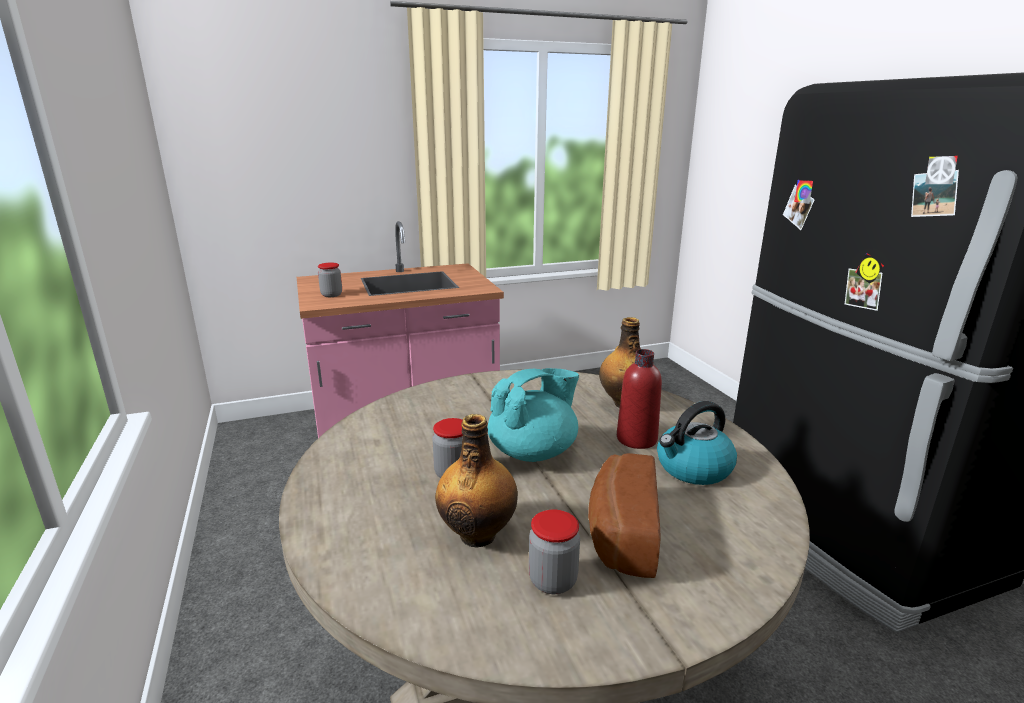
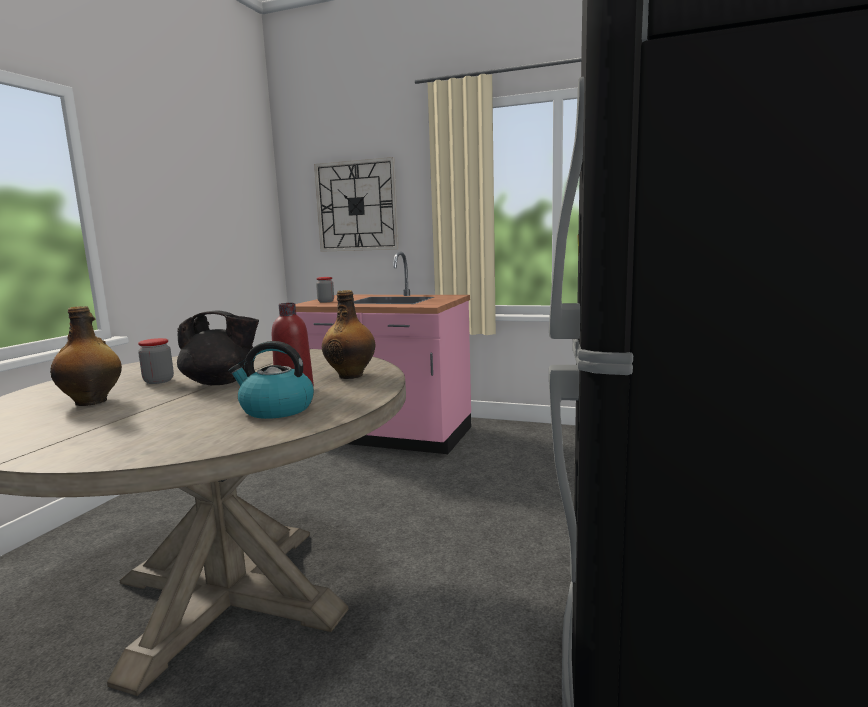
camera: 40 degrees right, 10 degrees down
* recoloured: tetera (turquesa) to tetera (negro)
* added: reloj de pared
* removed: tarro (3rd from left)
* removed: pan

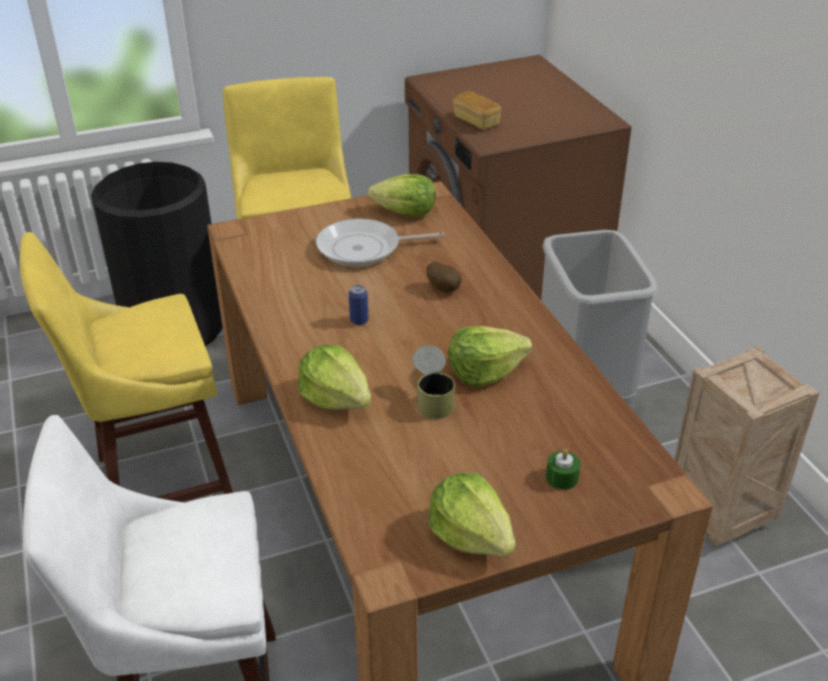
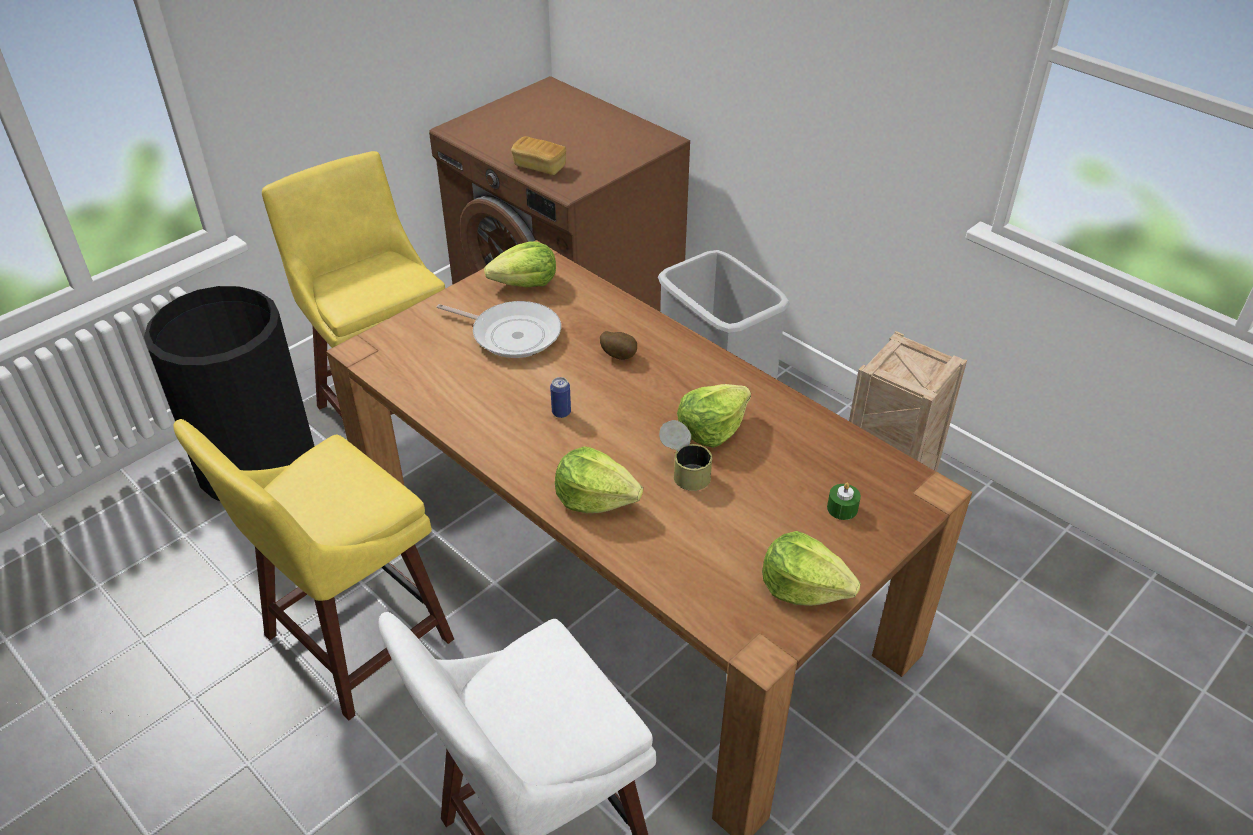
camera: 25 degrees left, 5 degrees up
* turned: sartén 120 degrees counterclockwise

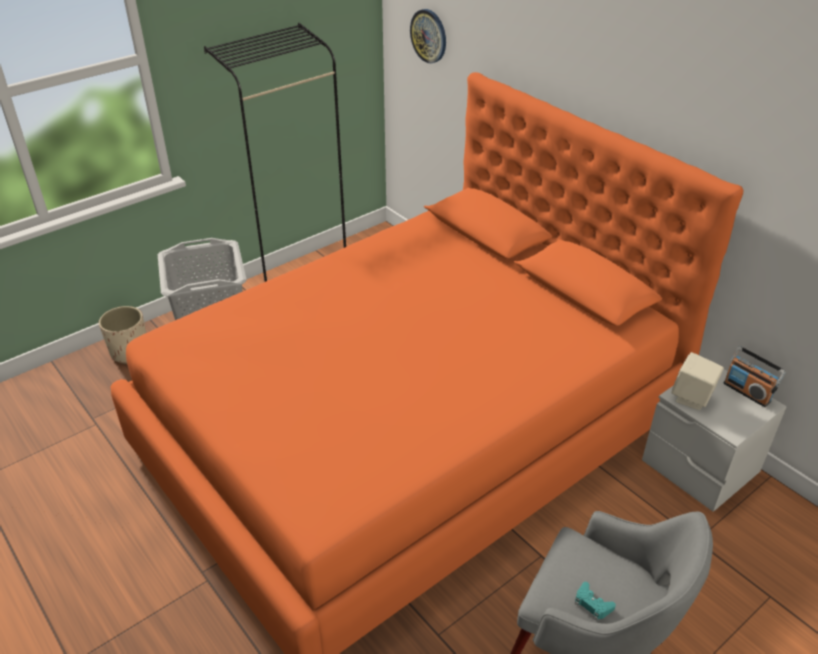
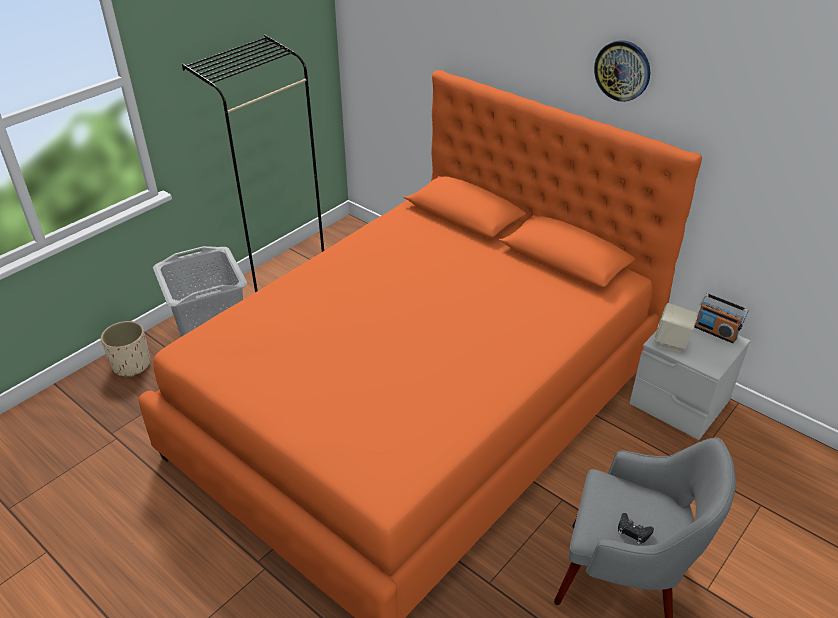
camera: 10 degrees left, 0 degrees up
* moved: reloj de pared
* recoloured: mando de consola (turquesa) to mando de consola (negro)

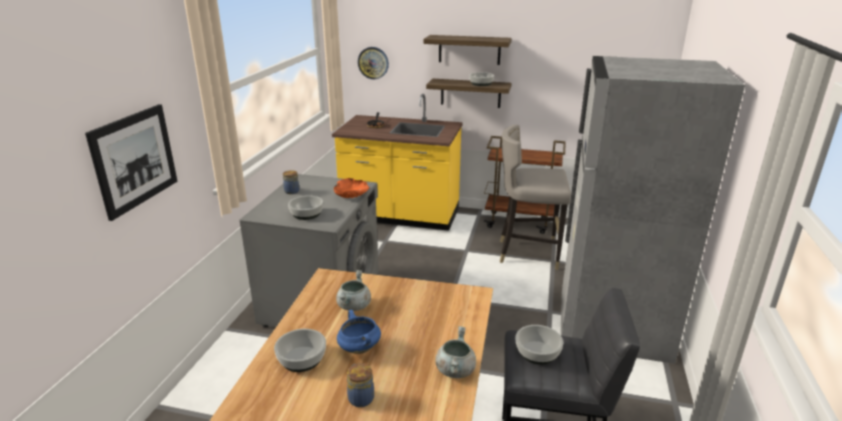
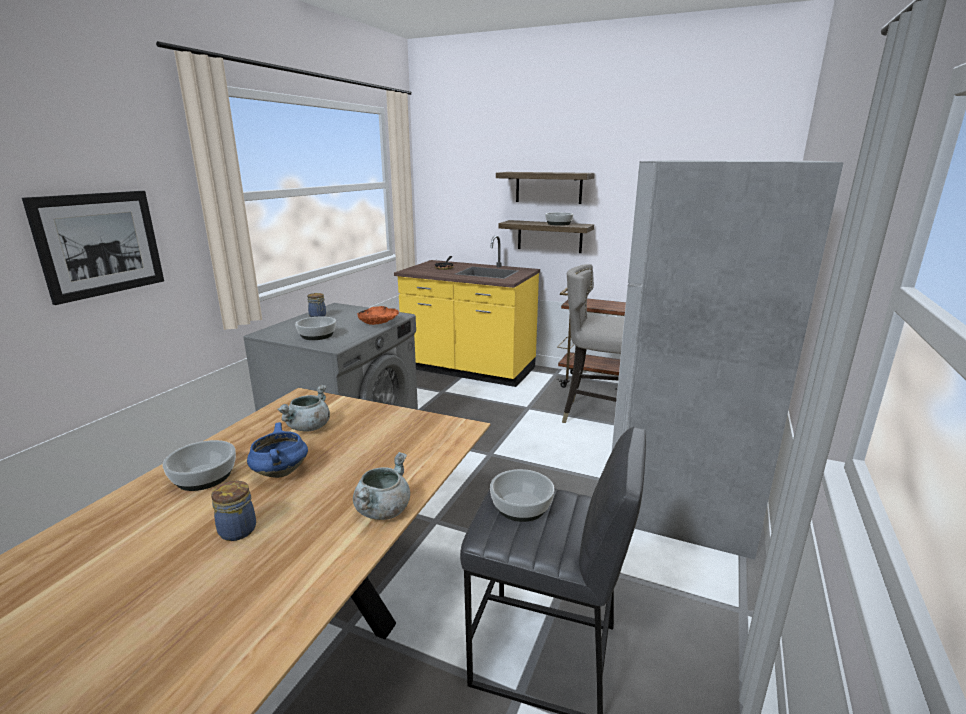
camera: 10 degrees right, 5 degrees down
* removed: reloj de pared

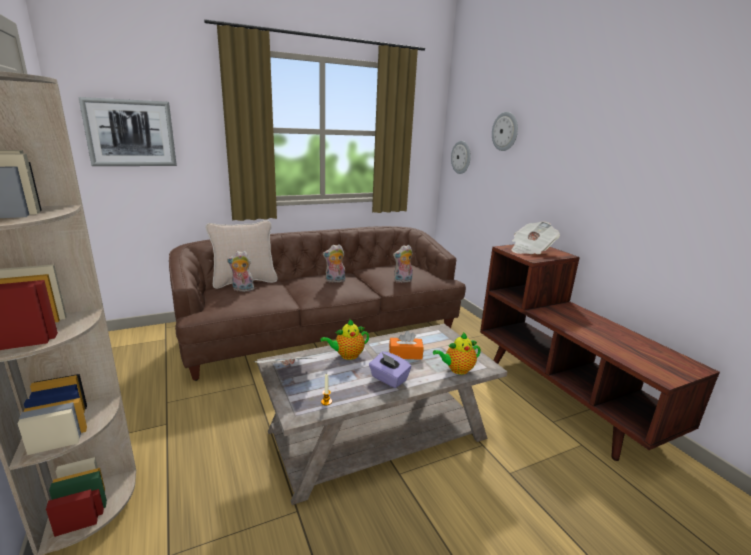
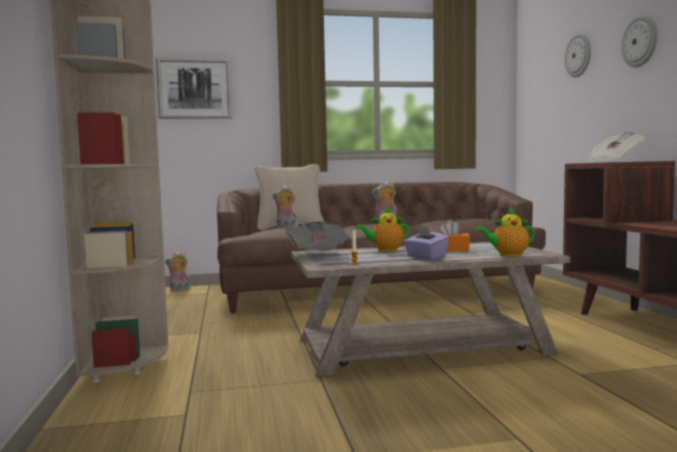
camera: 15 degrees right, 15 degrees down
* moved: peluche (3rd from left in the first image) to peluche (1st from left)
* moved: reloj de pared (1st from left in the first image) to reloj de pared (2nd from left)

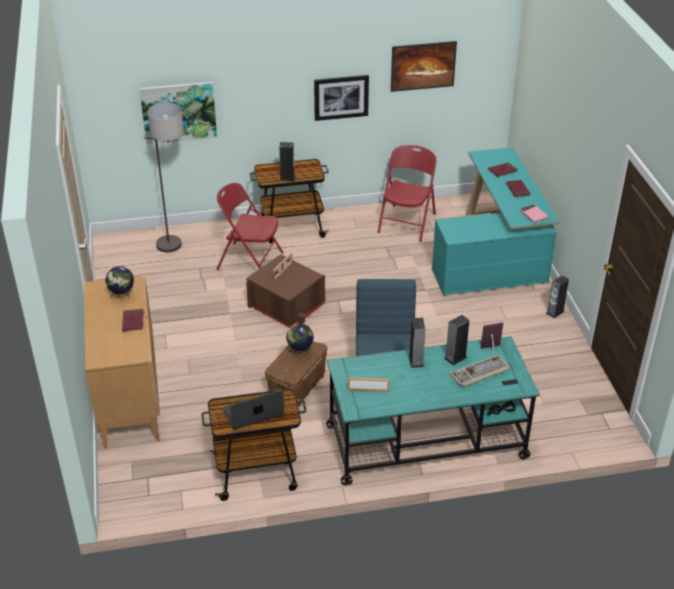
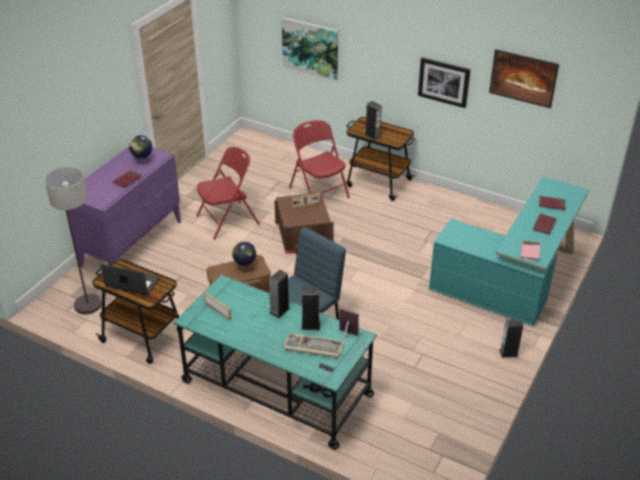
camera: 40 degrees right, 0 degrees up
* moved: lámpara de pie (gris)
* recoloured: armario (marrón) to armario (morado)
* moved: silla (rojo) (2nd from left in the first image) to silla (rojo) (1st from left)

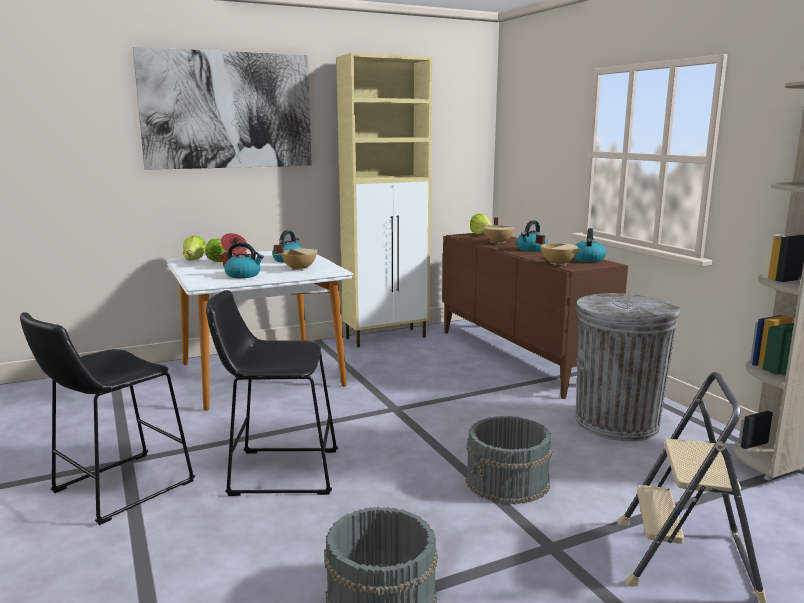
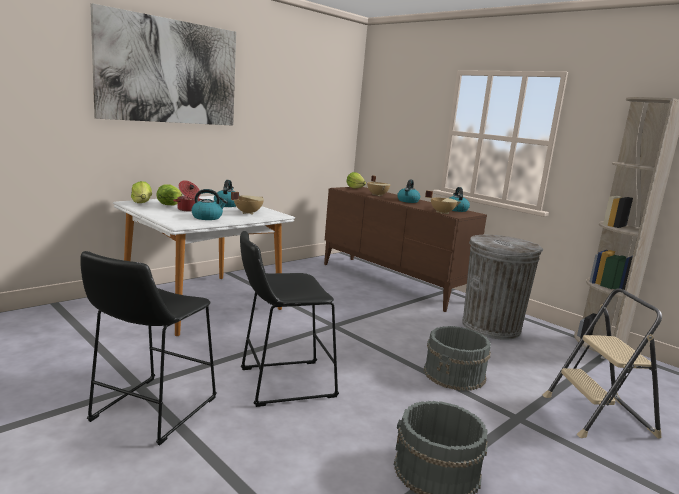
camera: 20 degrees left, 0 degrees up
* removed: armario (beis)

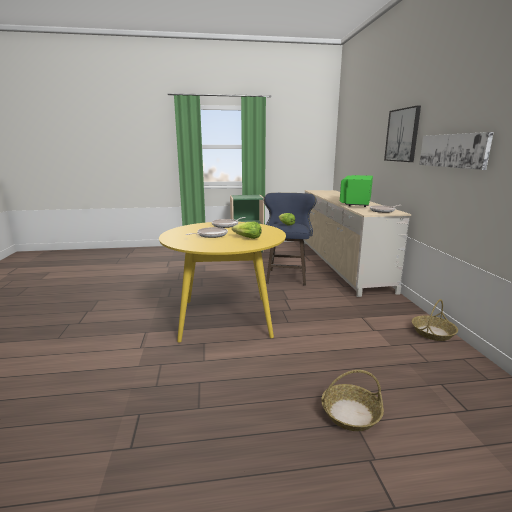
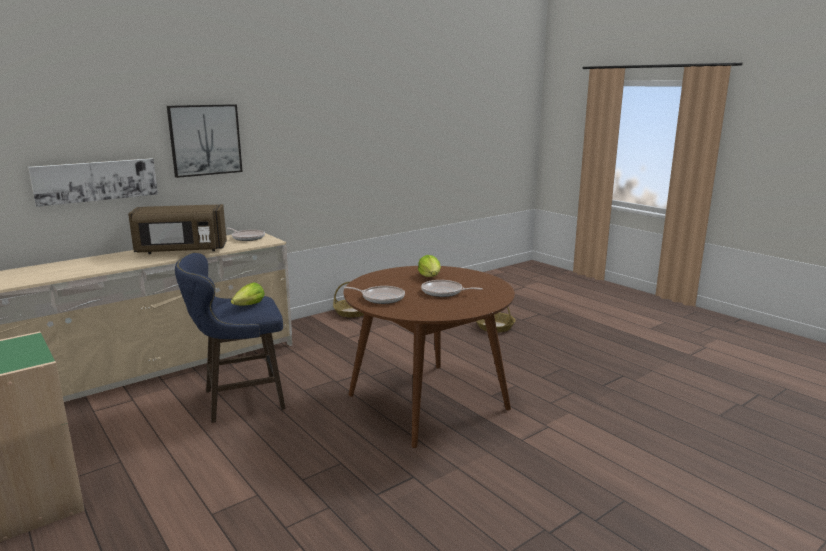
camera: 120 degrees left, 0 degrees up
* moved: cuadro (2nd from left in the first image) to cuadro (1st from left)
* recoloured: microondas (verde) to microondas (marrón)
* recoloured: mesa de comedor (amarillo) to mesa de comedor (marrón)

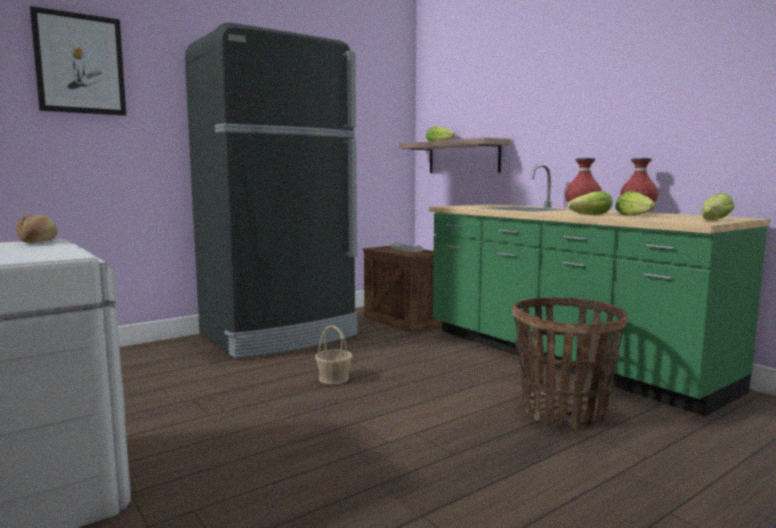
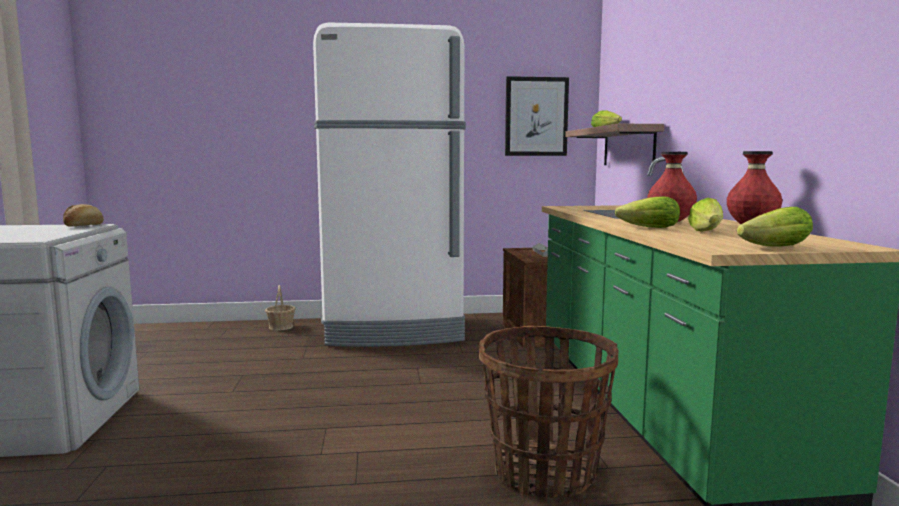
camera: 30 degrees right, 0 degrees up
* moved: cesta (1st from left)
* recoloured: nevera (negro) to nevera (blanco)
* moved: cuadro

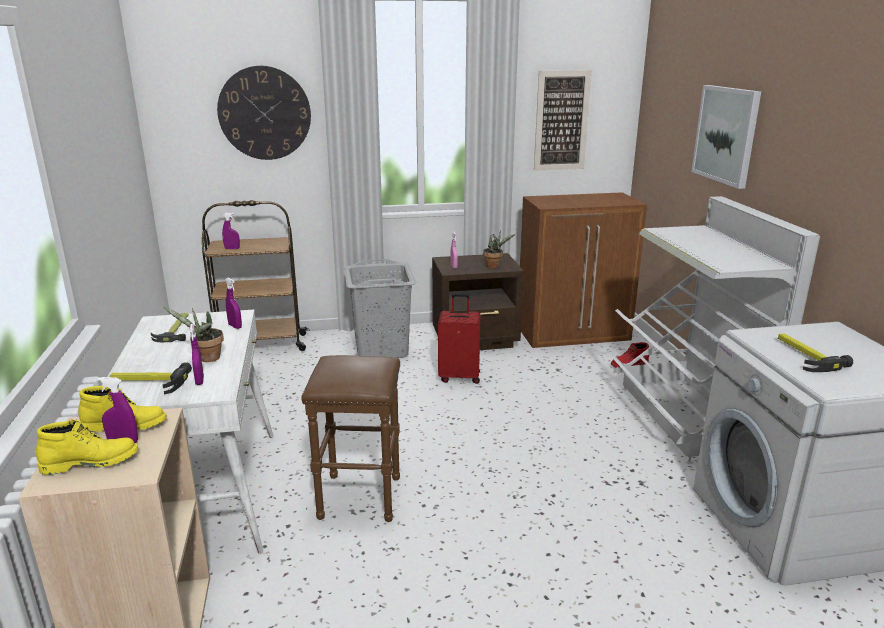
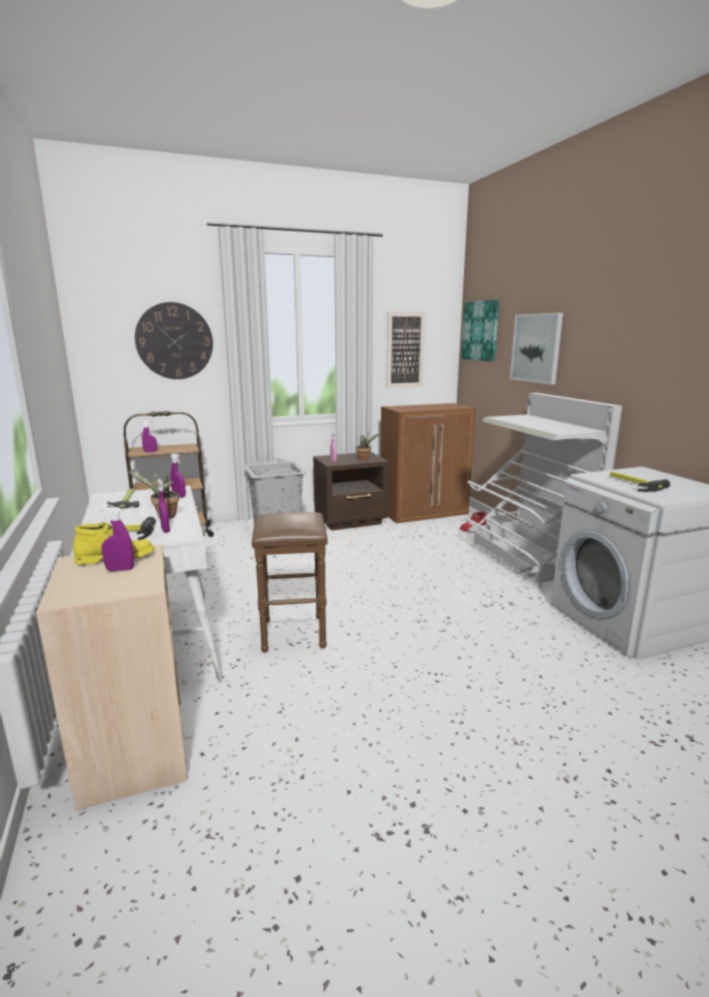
camera: 10 degrees left, 5 degrees down
* added: cuadro (2nd from left)
* removed: bota (amarillo) (1st from left)
* removed: maleta (rojo)

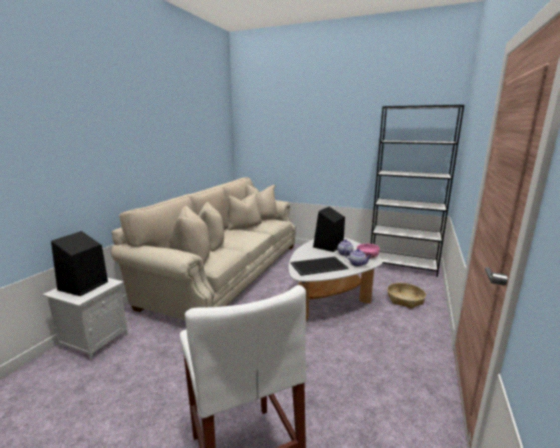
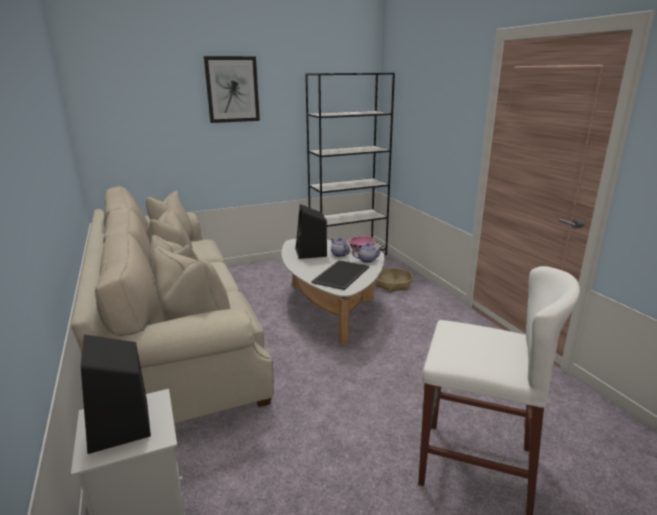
camera: 45 degrees left, 5 degrees up
* added: cuadro

